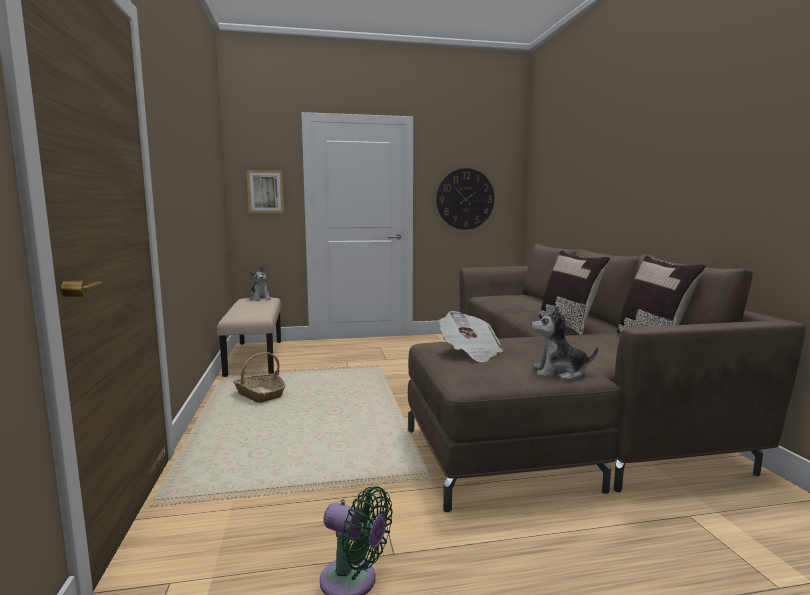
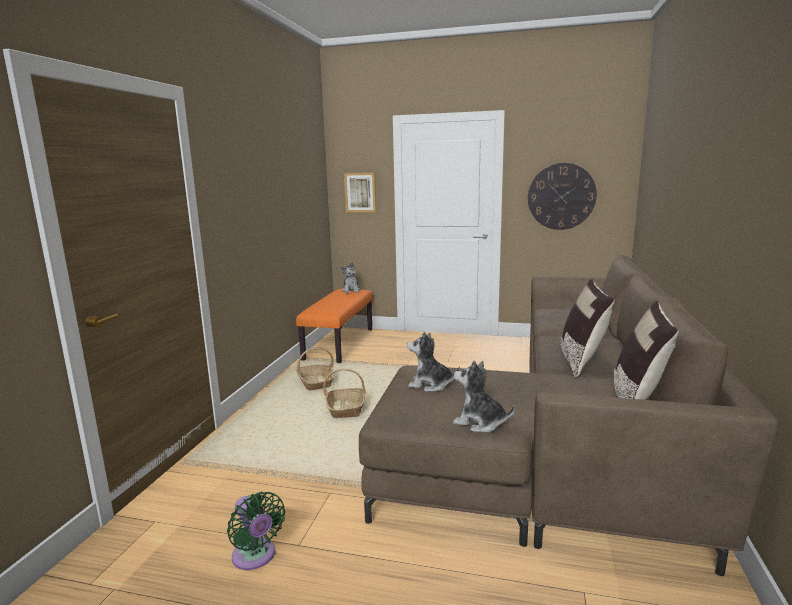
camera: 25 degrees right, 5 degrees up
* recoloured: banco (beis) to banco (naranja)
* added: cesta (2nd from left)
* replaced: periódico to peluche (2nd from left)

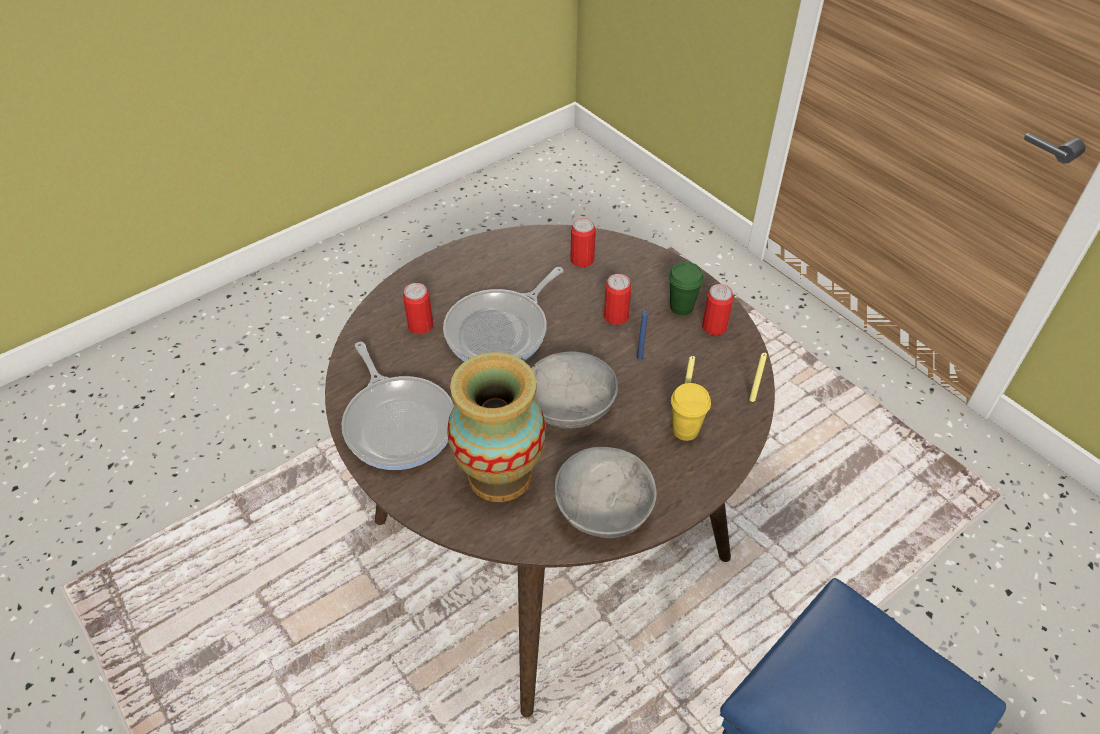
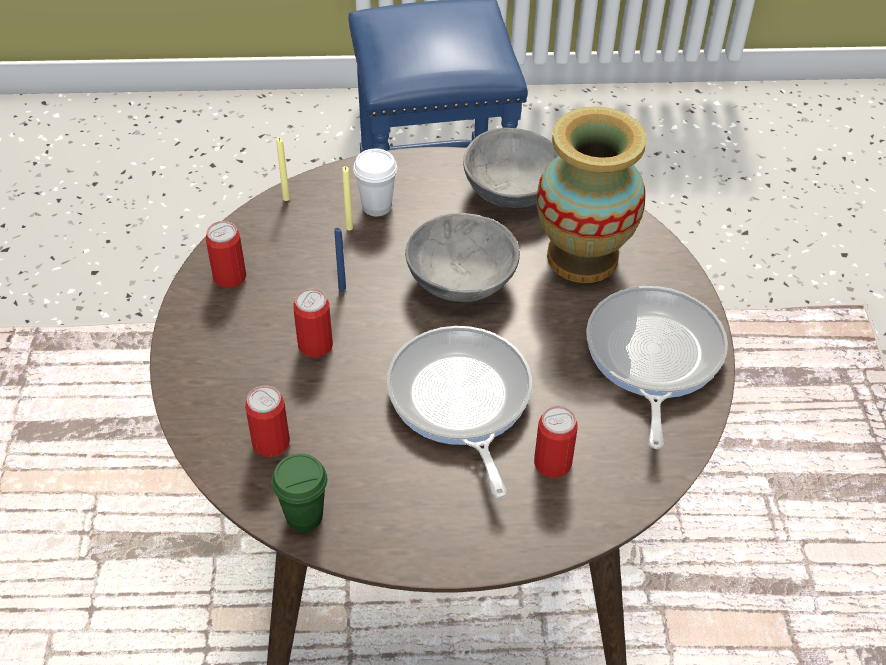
camera: 145 degrees left, 0 degrees up
* moved: taza (verde)
* recoloured: taza (amarillo) to taza (blanco)
* turned: sartén (2nd from left in the first image) 90 degrees counterclockwise

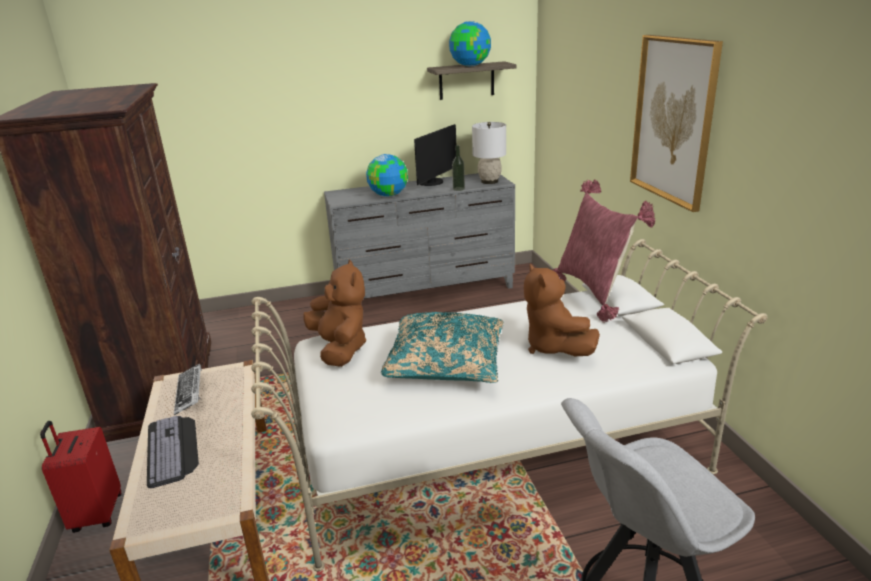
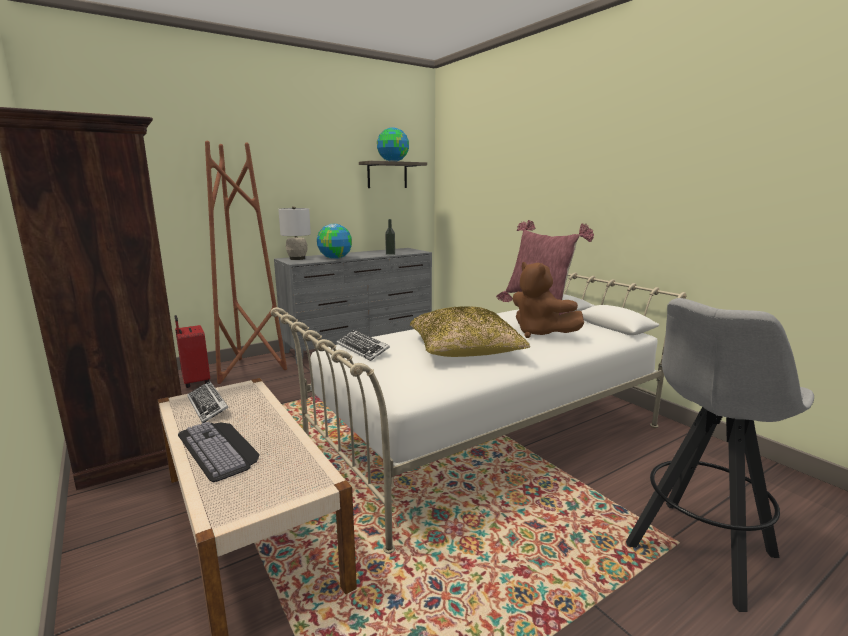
camera: 20 degrees left, 10 degrees down
* moved: maleta (rojo)
* added: perchero (marrón)
* moved: lámpara de mesa (blanco)
* replaced: peluche (marrón) (1st from left) to teclado (3rd from left)
* recoloured: cojín (turquesa) to cojín (amarillo)
* removed: monitor
* removed: cuadro

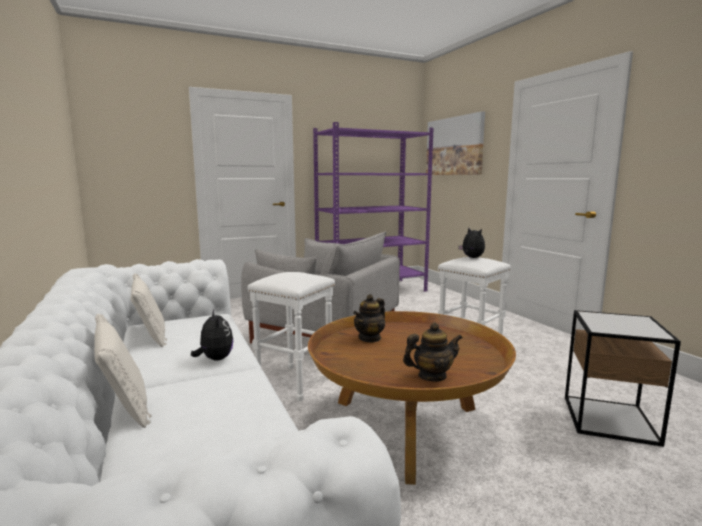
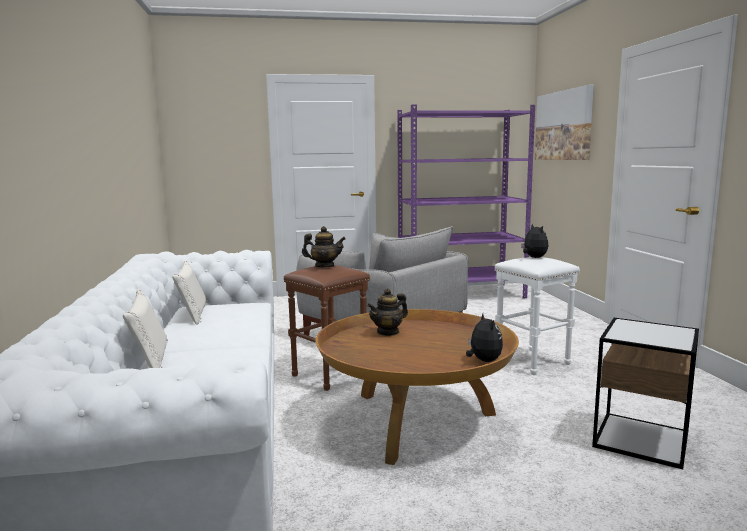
camera: 15 degrees right, 0 degrees up
* recoloured: taburete (blanco) (1st from left) to taburete (marrón)
* moved: tetera (2nd from left in the first image) to tetera (1st from left)
* moved: peluche (1st from left)

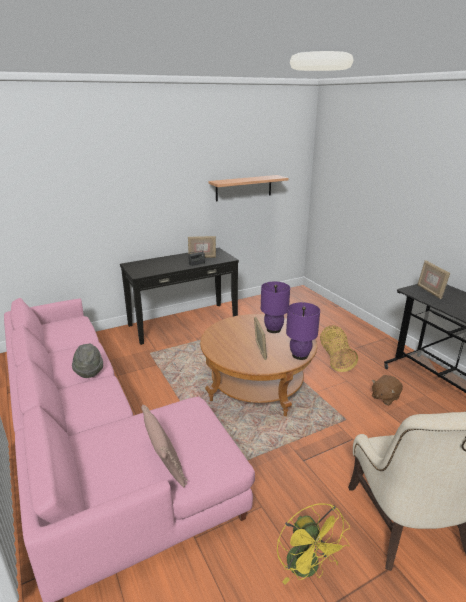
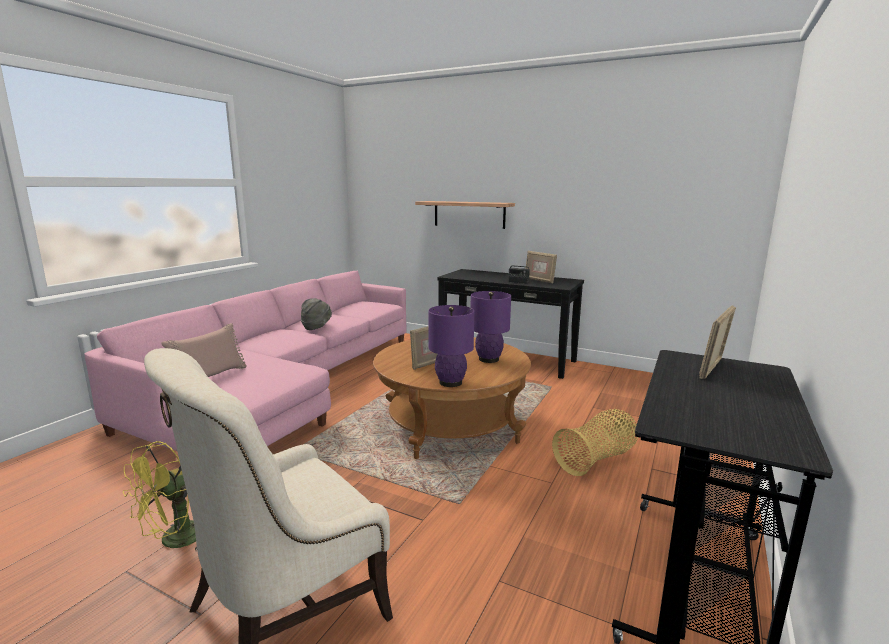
camera: 55 degrees right, 10 degrees down
* moved: estante
* removed: peluche (marrón)

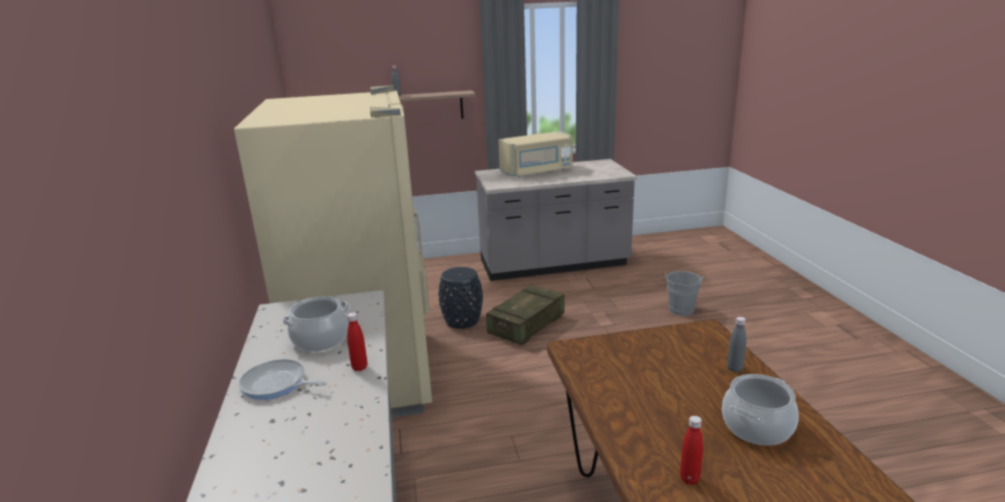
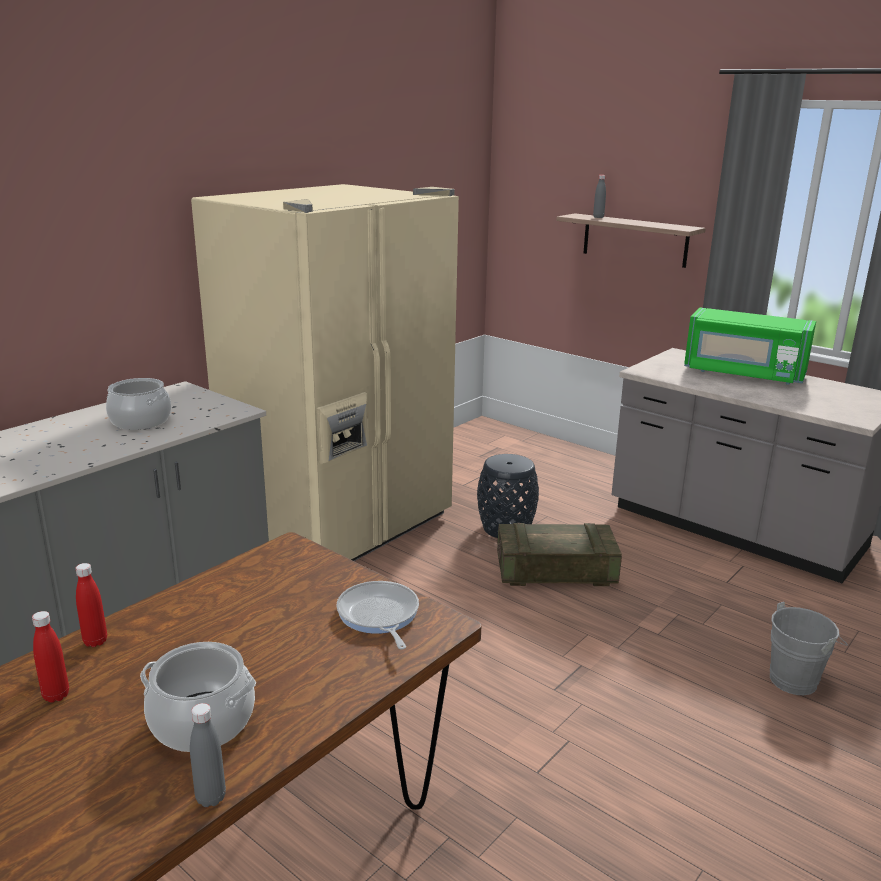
camera: 50 degrees right, 0 degrees up
* moved: botella (rojo) (1st from left in the first image) to botella (rojo) (2nd from left)
* moved: botella (gris) (2nd from left in the first image) to botella (gris) (1st from left)
* moved: sartén
* recoloured: microondas (beis) to microondas (verde)

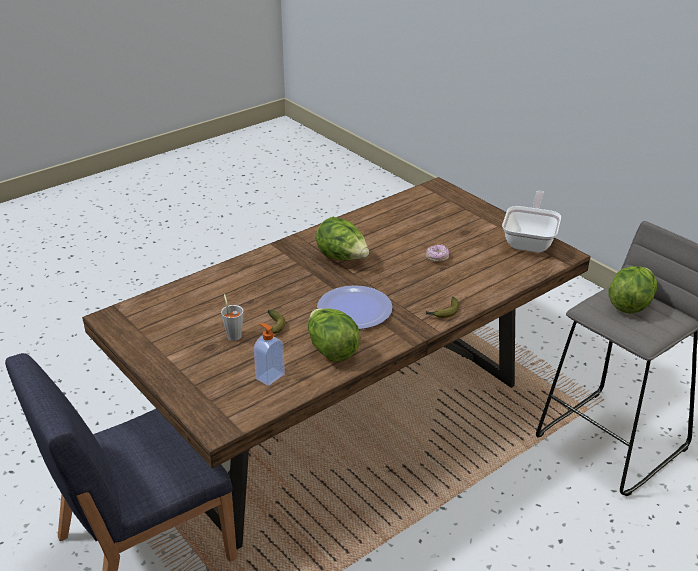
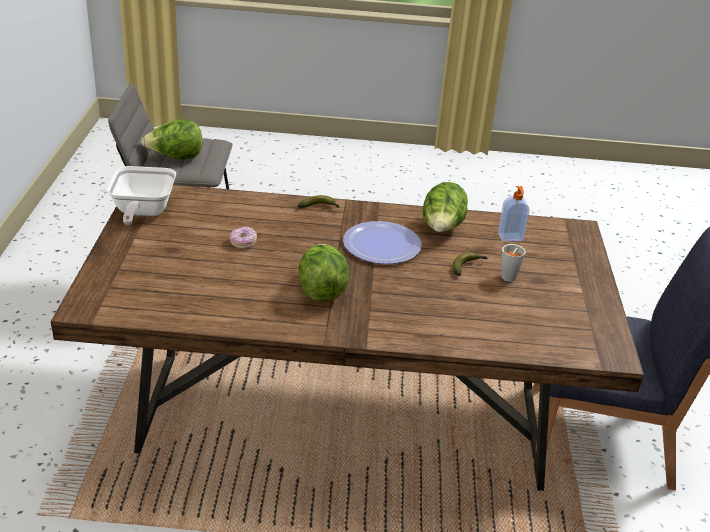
camera: 140 degrees left, 0 degrees up
* turned: sartén 60 degrees counterclockwise

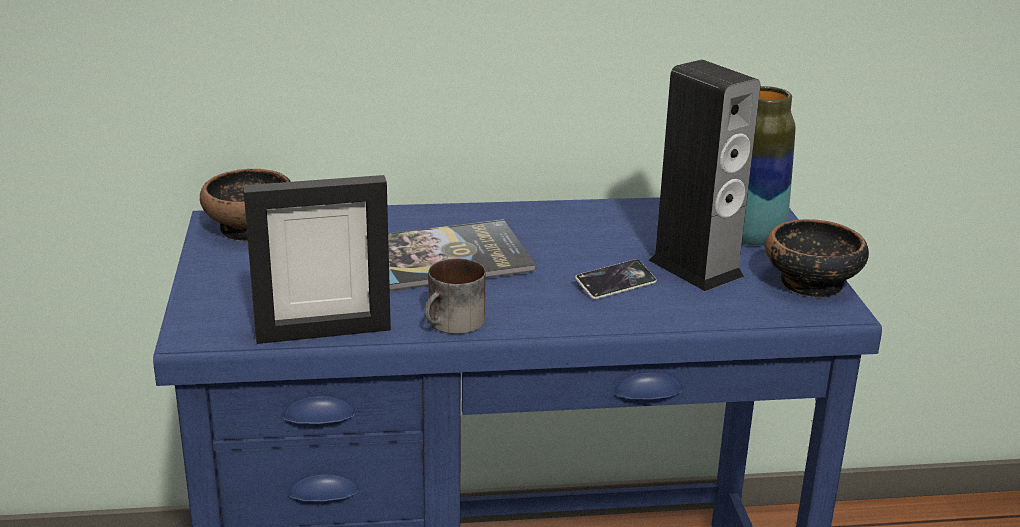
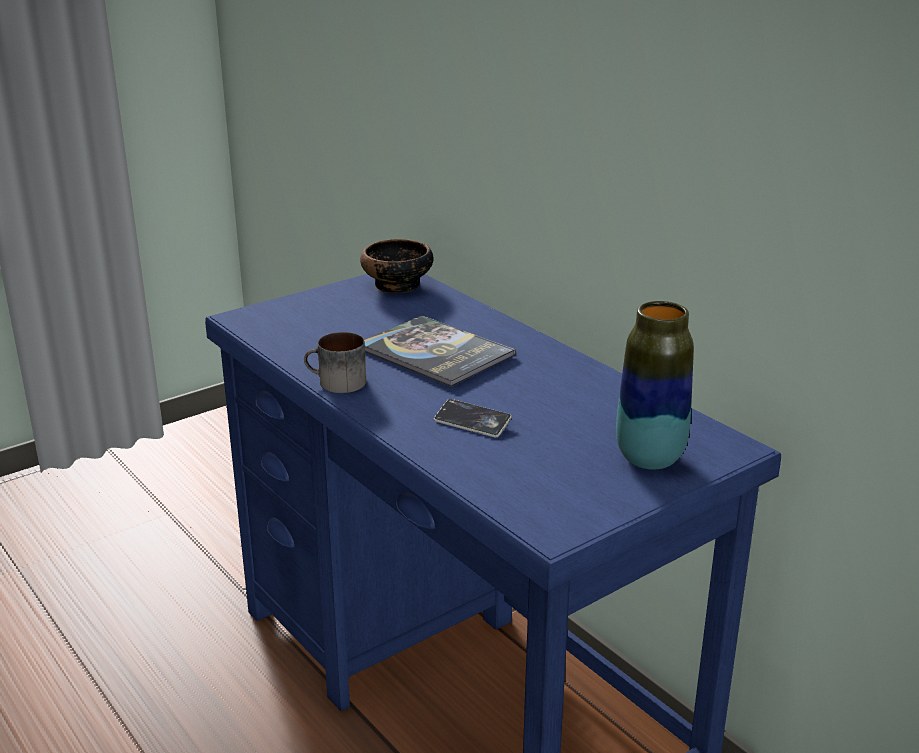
camera: 60 degrees right, 0 degrees up
* removed: portarretratos
* removed: altavoz
* removed: cuenco (2nd from left)

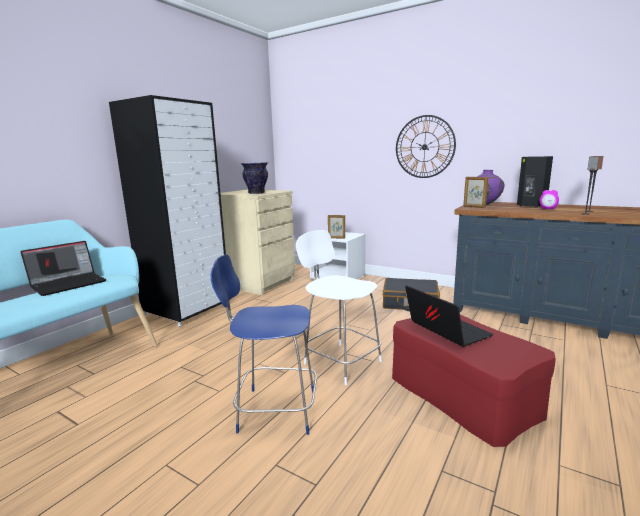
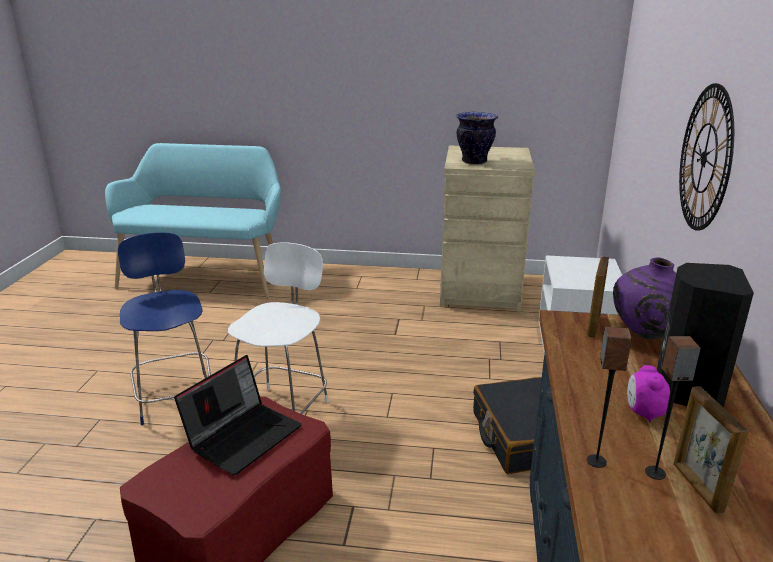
camera: 65 degrees right, 10 degrees up
* moved: portarretratos (1st from left in the first image) to portarretratos (2nd from left)
* removed: portátil (1st from left)
* removed: armario ropero

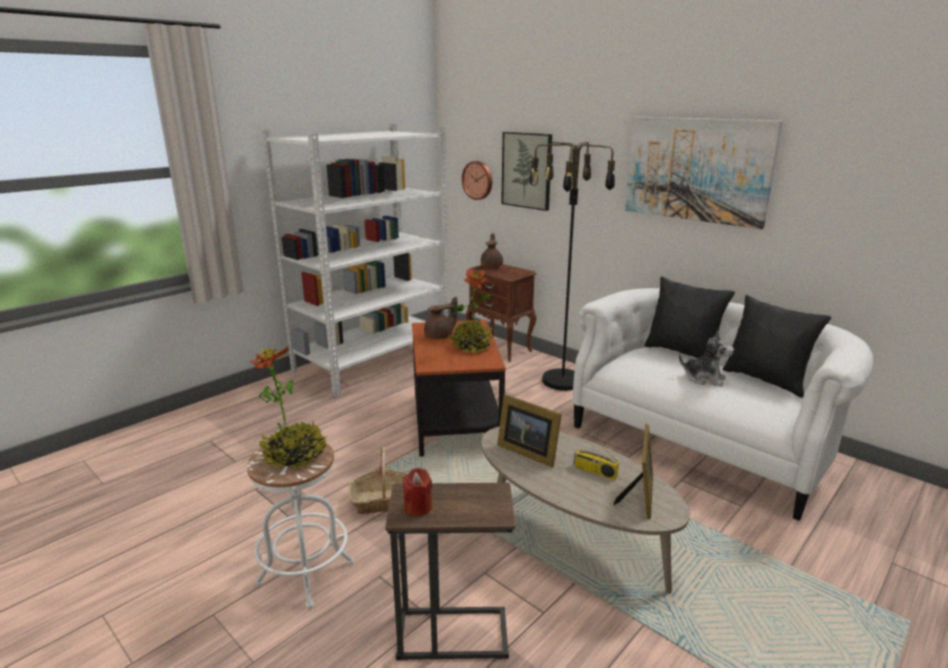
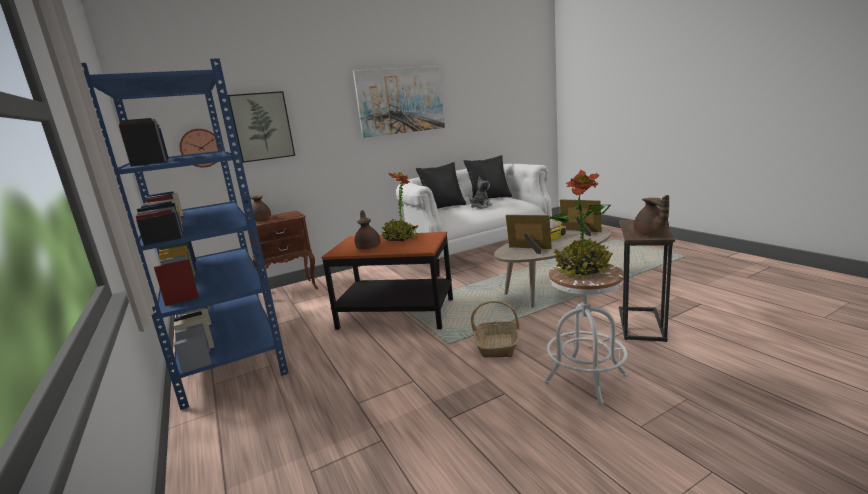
camera: 70 degrees left, 5 degrees down
* recoloured: estantería (blanco) to estantería (azul)
* turned: portarretratos (1st from left) 120 degrees counterclockwise
* replaced: vela (rojo) to tetera (marrón) (3rd from left)
* removed: lámpara de pie

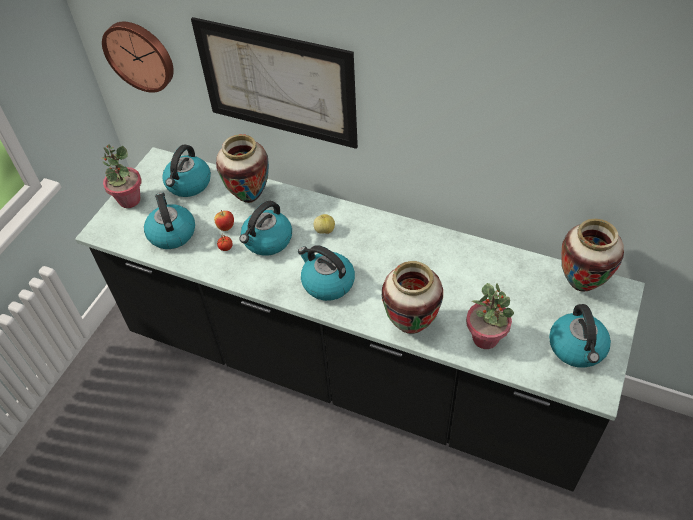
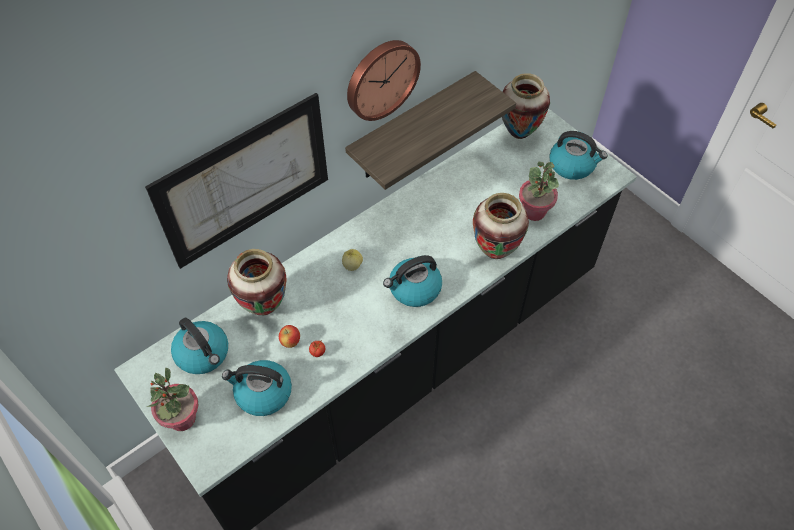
camera: 65 degrees left, 5 degrees up
* added: estante
* moved: reloj de pared
* removed: hervidor (3rd from left)

